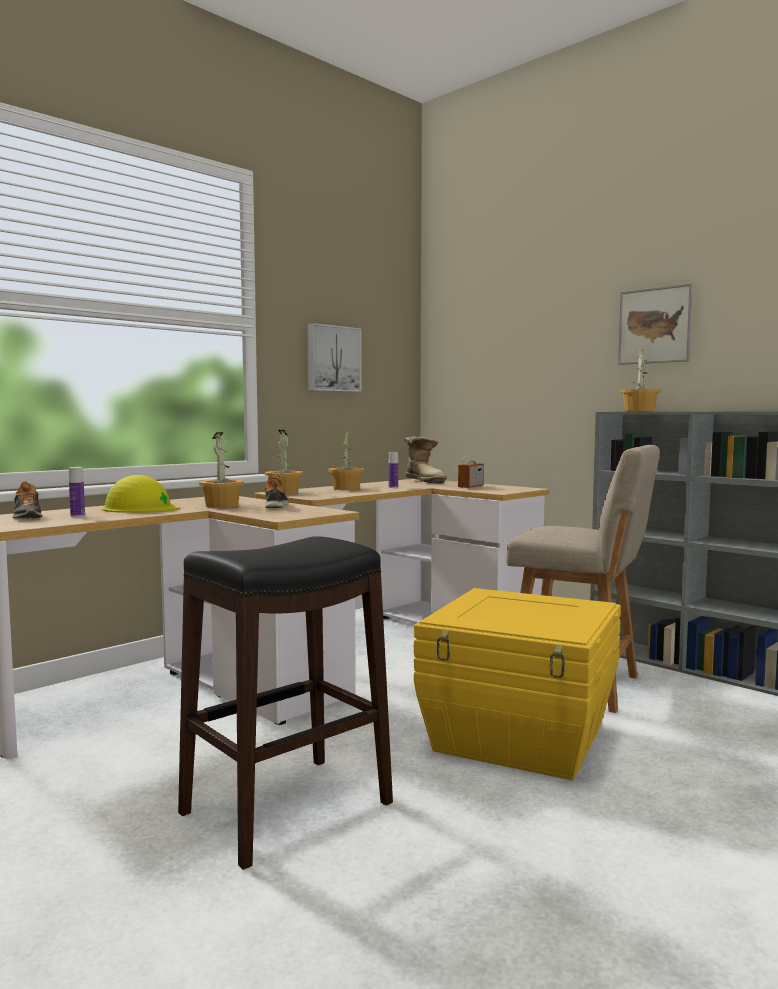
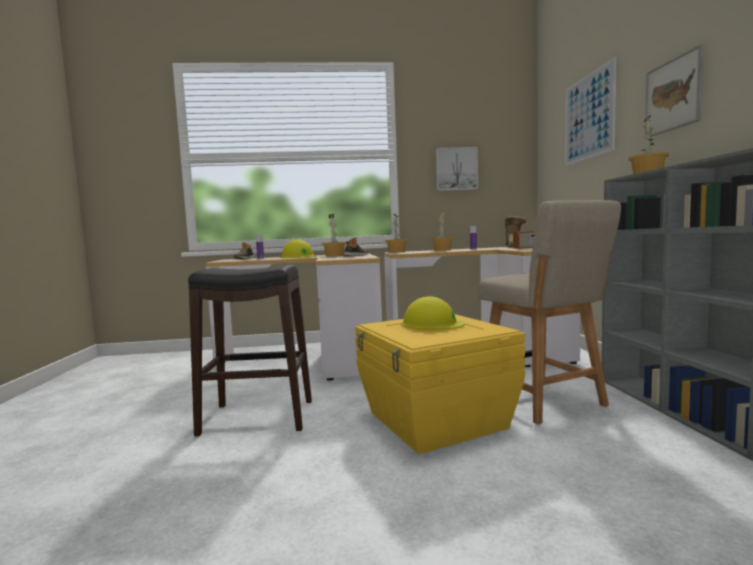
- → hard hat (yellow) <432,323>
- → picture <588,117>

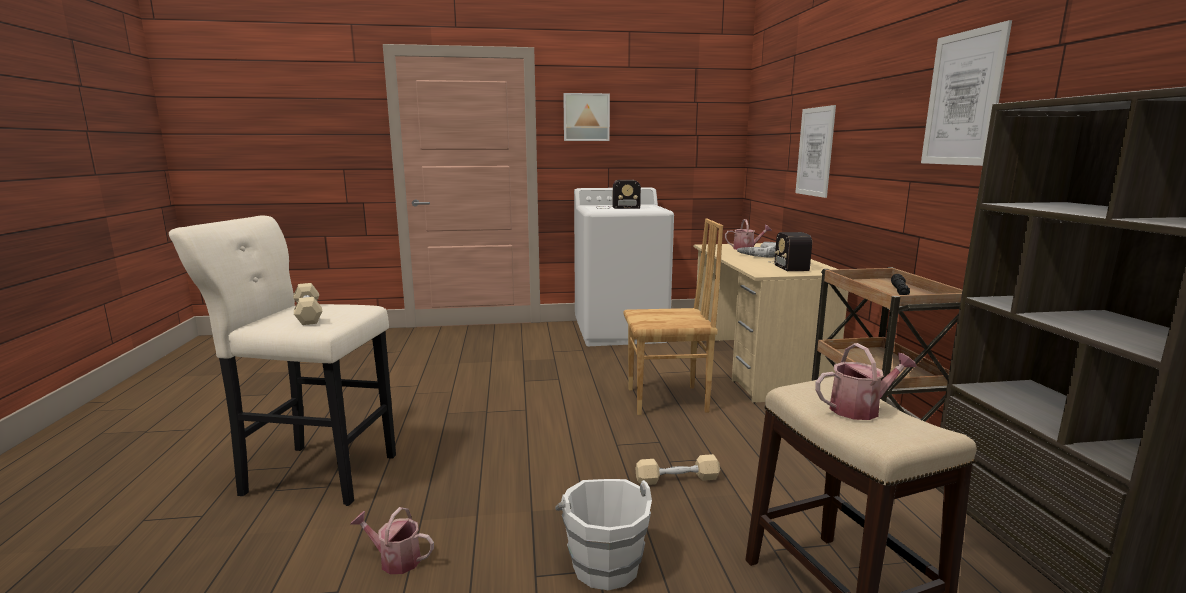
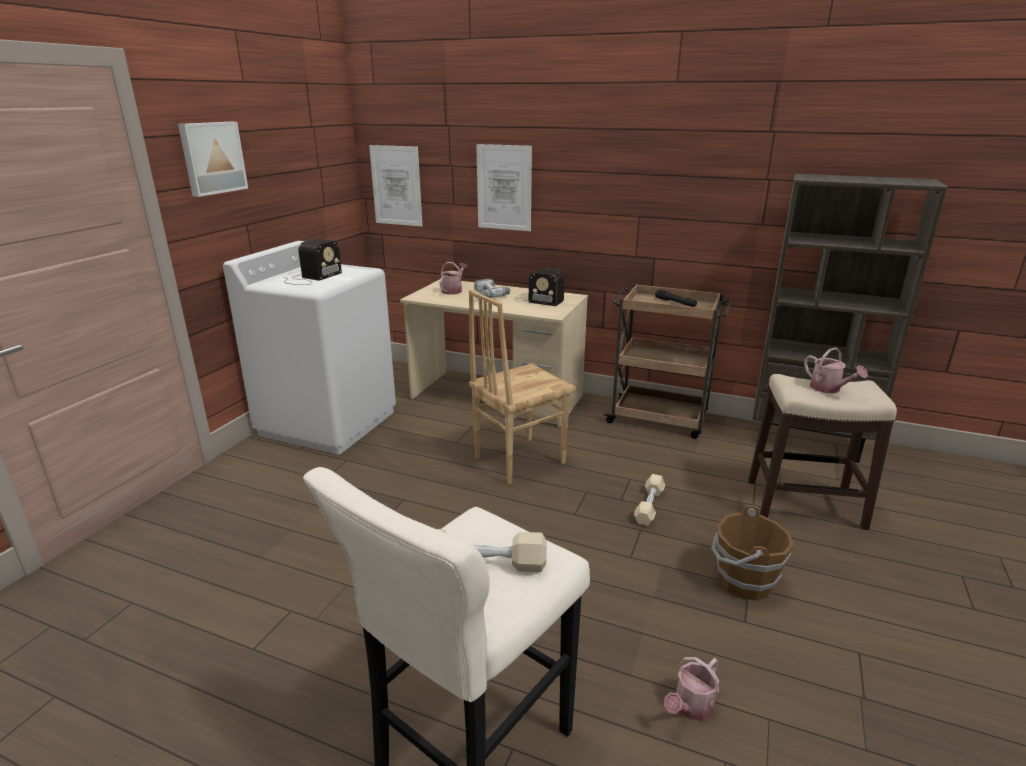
bucket (white) <604,564> → bucket (brown) <743,581>
chair (brown) <668,401> → chair (brown) <518,460>, 150 degrees counterclockwise
watering can <860,409> → watering can <828,389>, 135 degrees clockwise
picture <963,99> → picture <396,186>, shifted

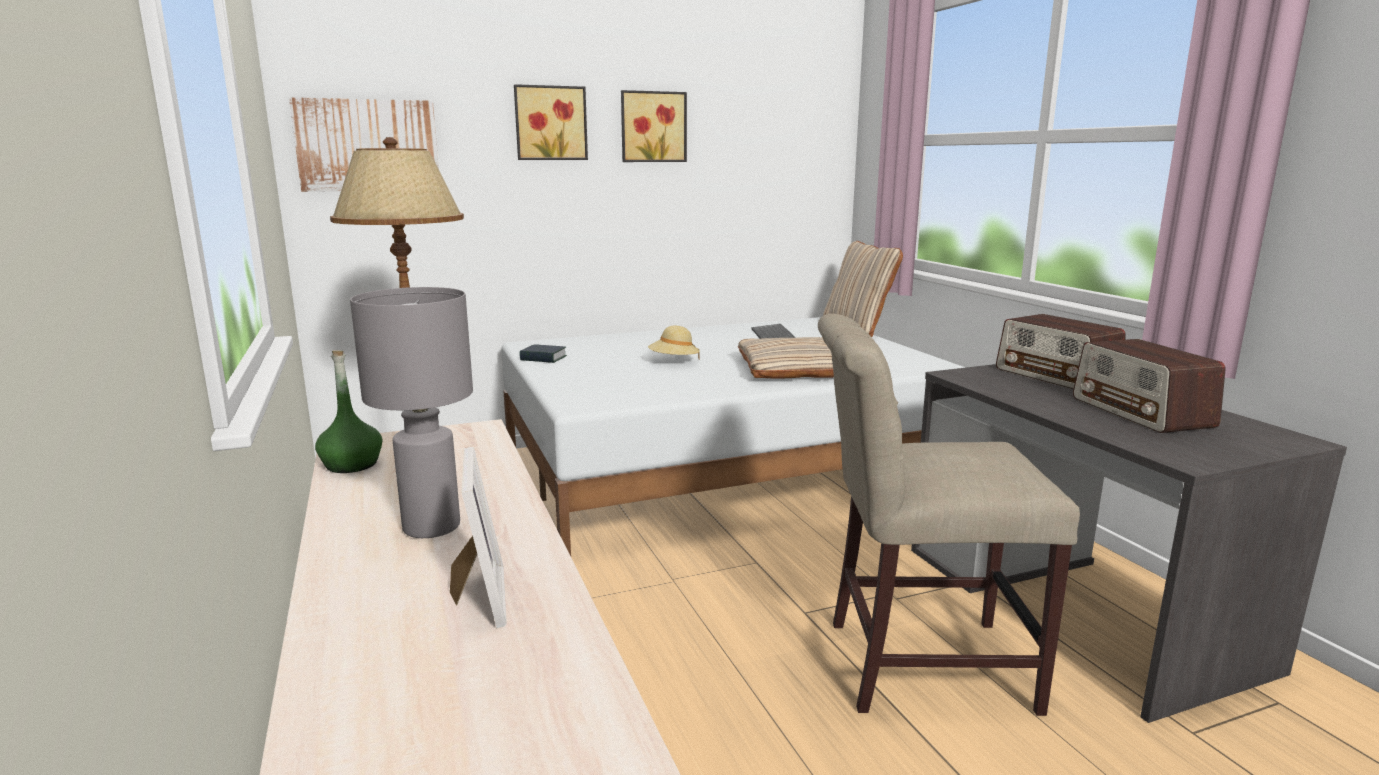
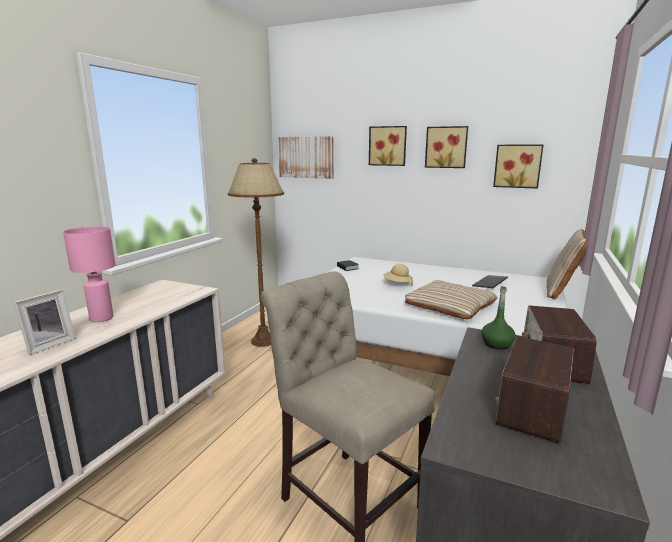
bottle (green) <352,465> → bottle (green) <497,344>, shifted
table lamp (grey) <430,526> → table lamp (pink) <102,318>
- → picture <517,166>

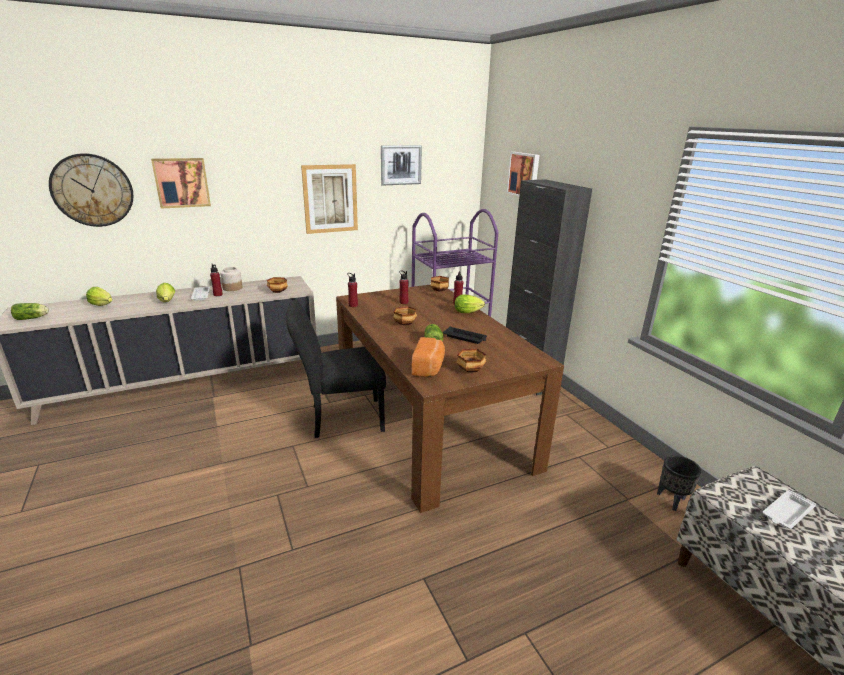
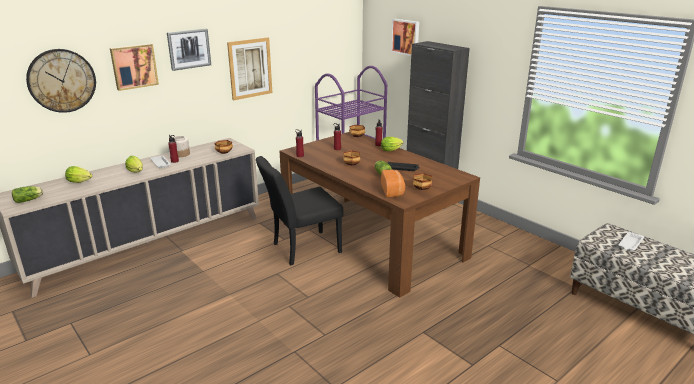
picture <400,165> → picture <189,49>, shifted
planter (black) <672,500> → -

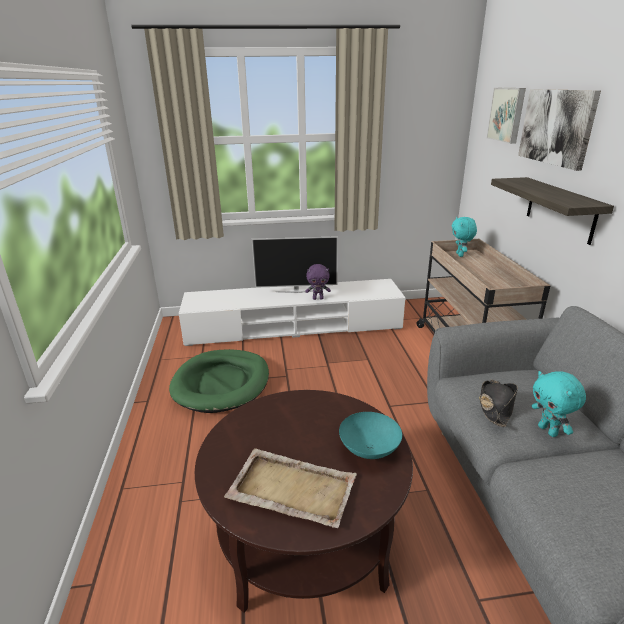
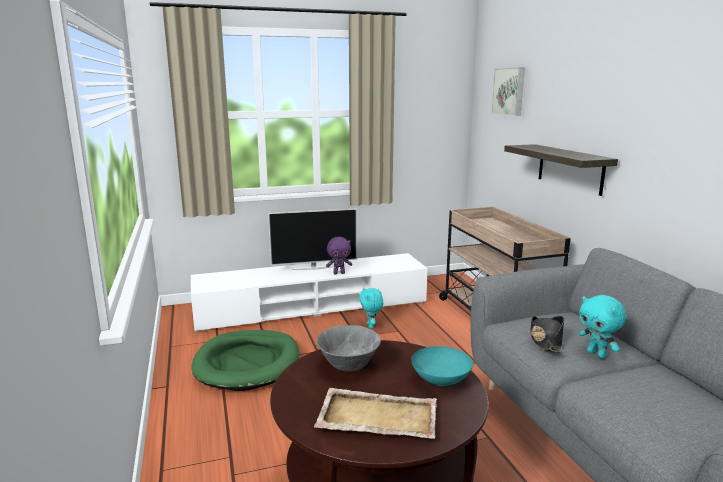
plush toy (turquoise) <460,255> → plush toy (turquoise) <371,326>, shifted
picture <556,127> → -
- → bowl (grey) <348,367>

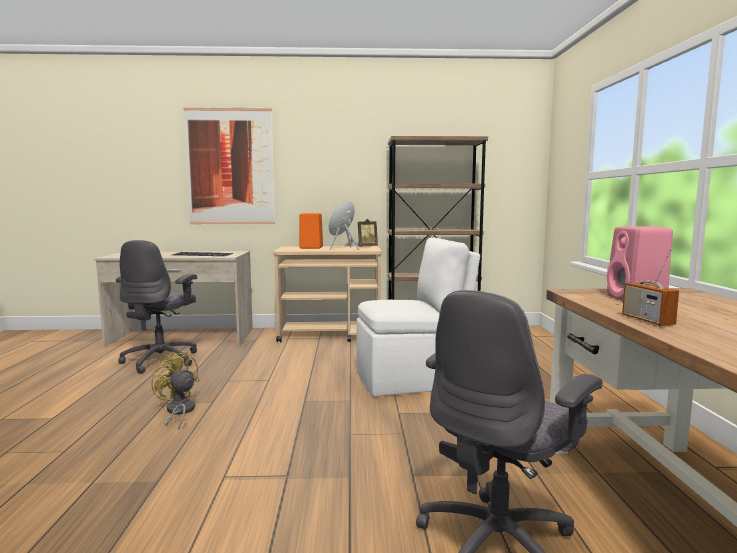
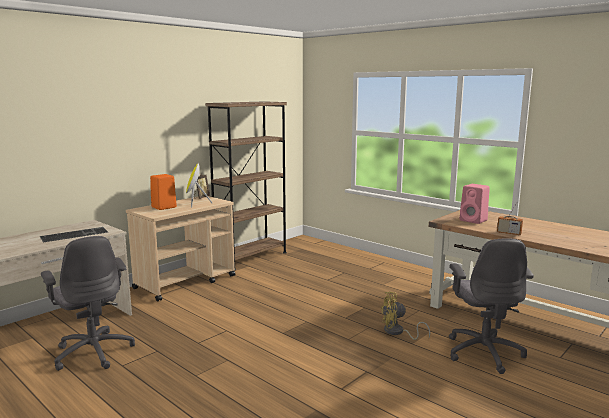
fan (yellow) <178,412> → fan (yellow) <397,332>, shifted
picture <230,166> → -
chair (white) <412,380> → -

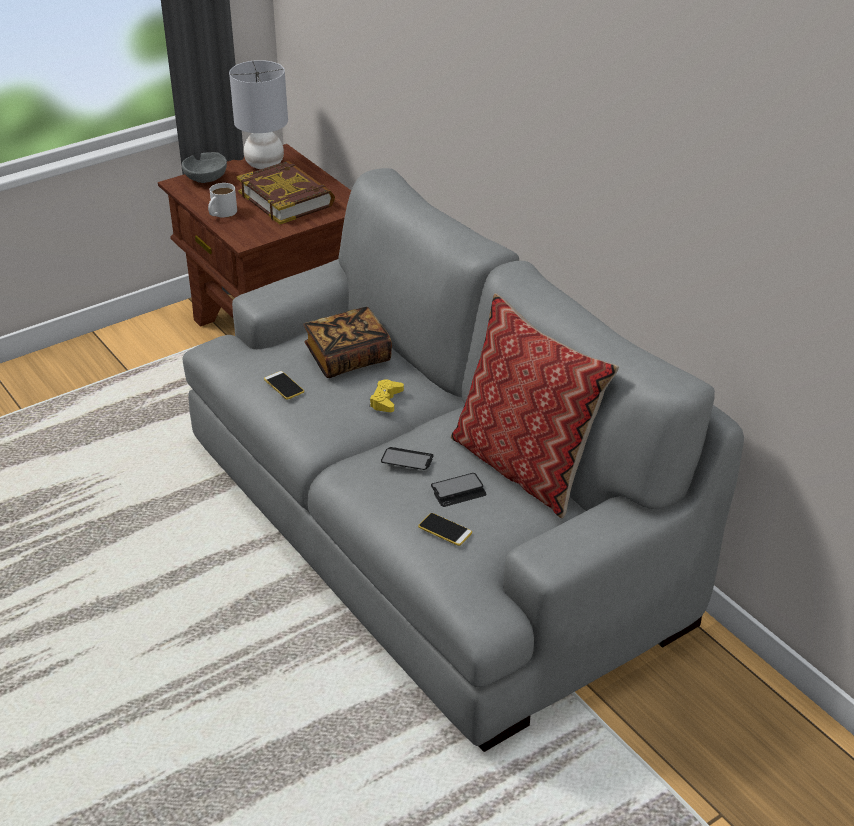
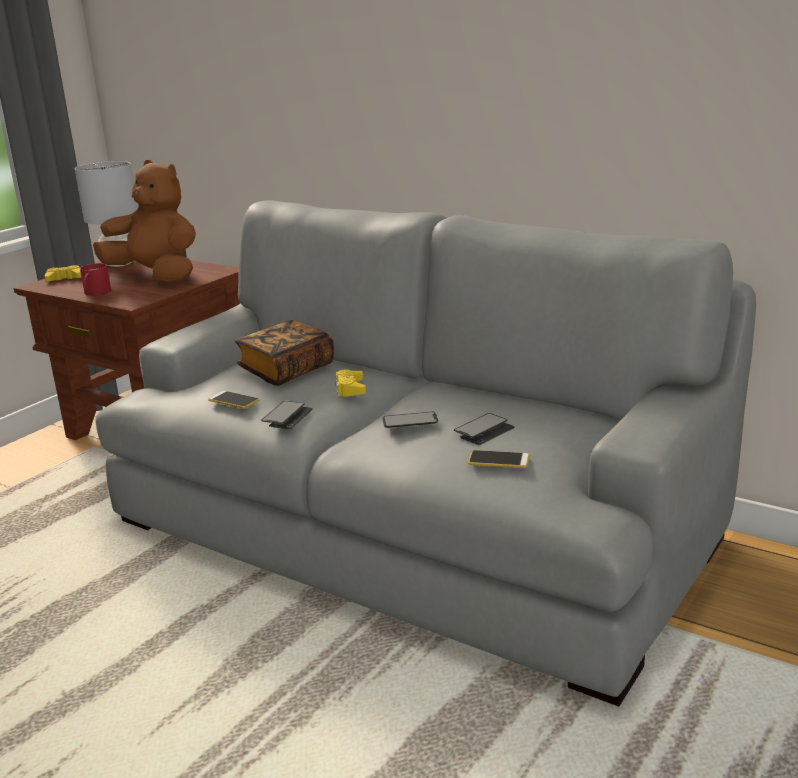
bowl (grey) <206,178> → game controller (yellow) <64,279>
mug (white) <221,213> → mug (red) <95,293>
book <286,198> → plush toy (brown) <156,276>
pillow <524,466> → -
- → phone <287,416>

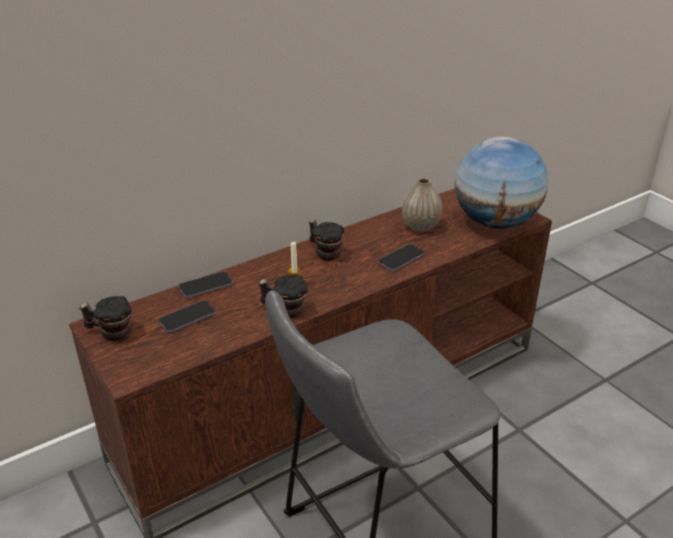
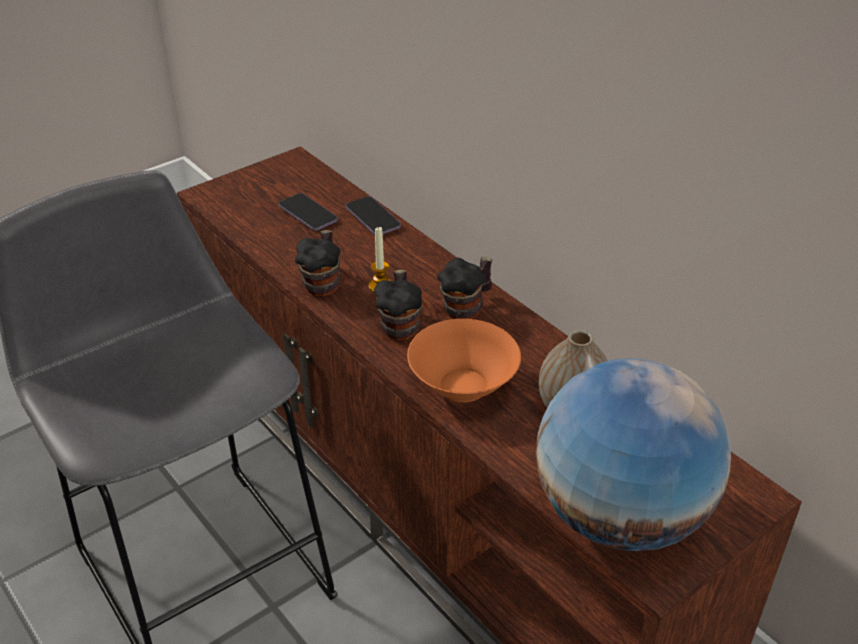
mug <111,333> → mug <400,325>, shifted
phone <401,259> → bowl (orange) <463,386>

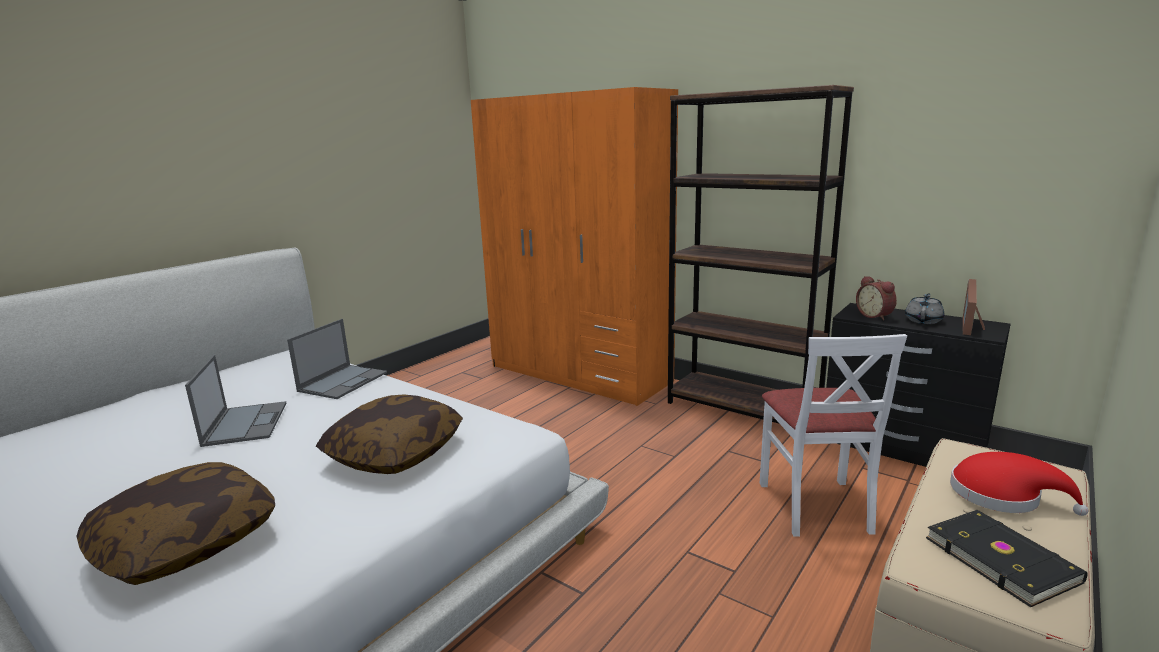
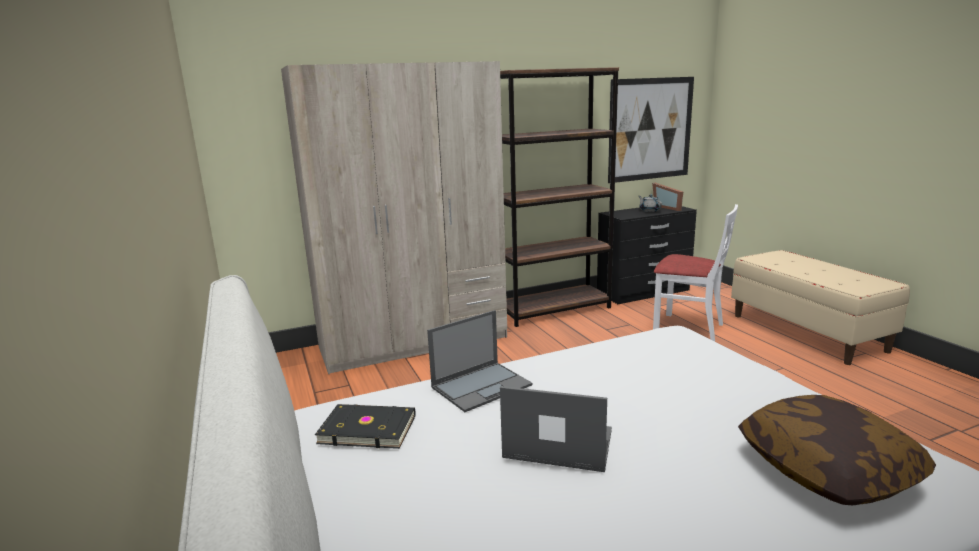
laptop <343,381> → laptop <482,386>, 90 degrees clockwise
pillow <395,453> → -
wardrobe (orange) <579,374> → wardrobe (beige) <414,342>
alarm clock <875,316> → -
book (black) <1001,558> → book (black) <367,428>, shifted
hat (red) <1002,496> → -
- → picture <650,129>

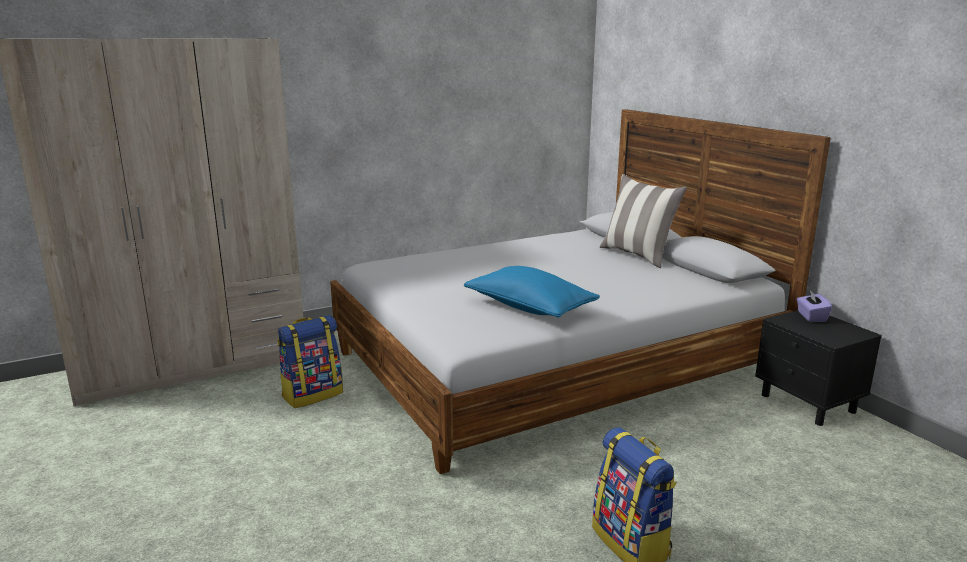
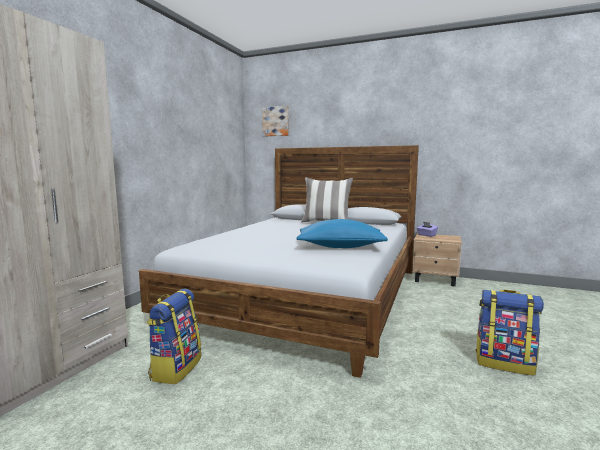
nightstand (black) <808,404> → nightstand (beige) <435,280>
- → picture <276,121>

